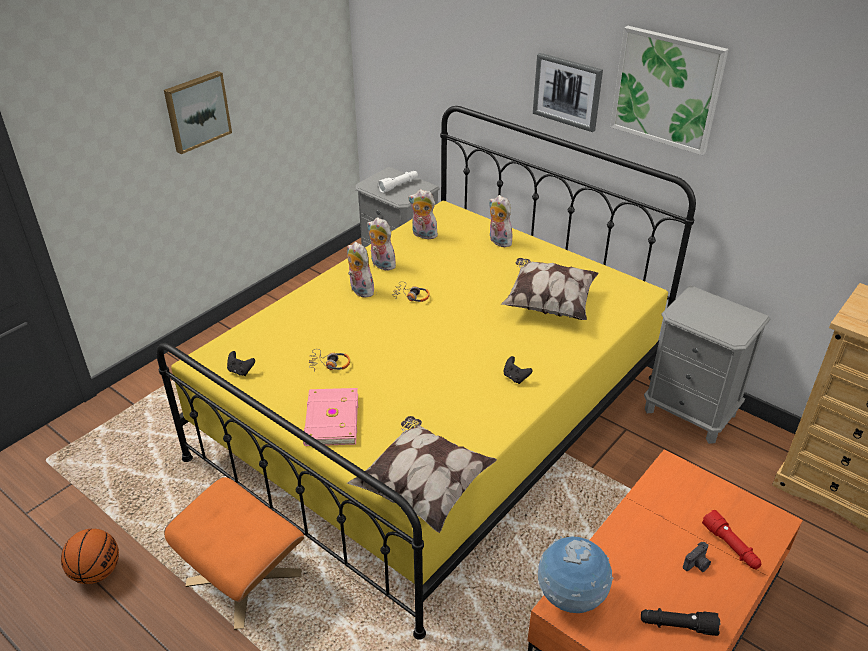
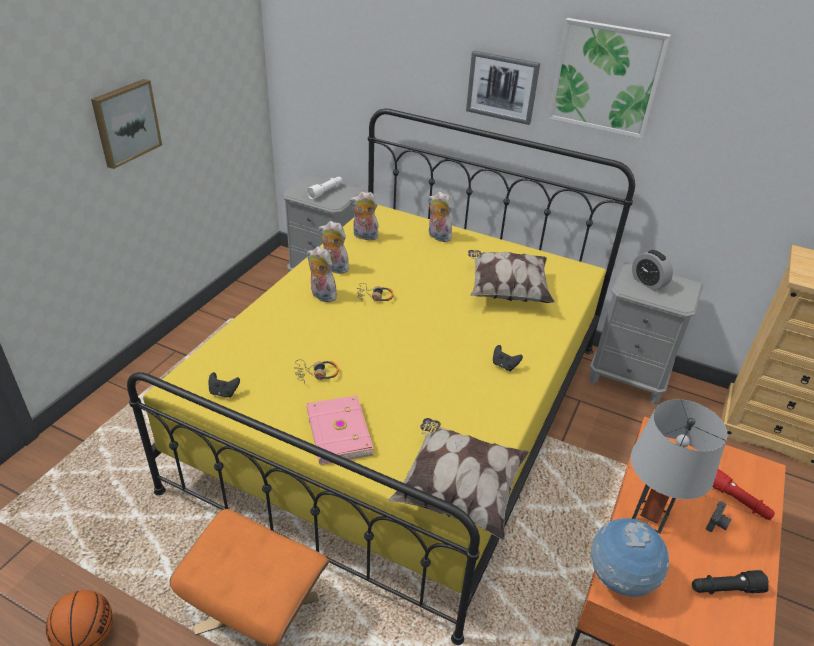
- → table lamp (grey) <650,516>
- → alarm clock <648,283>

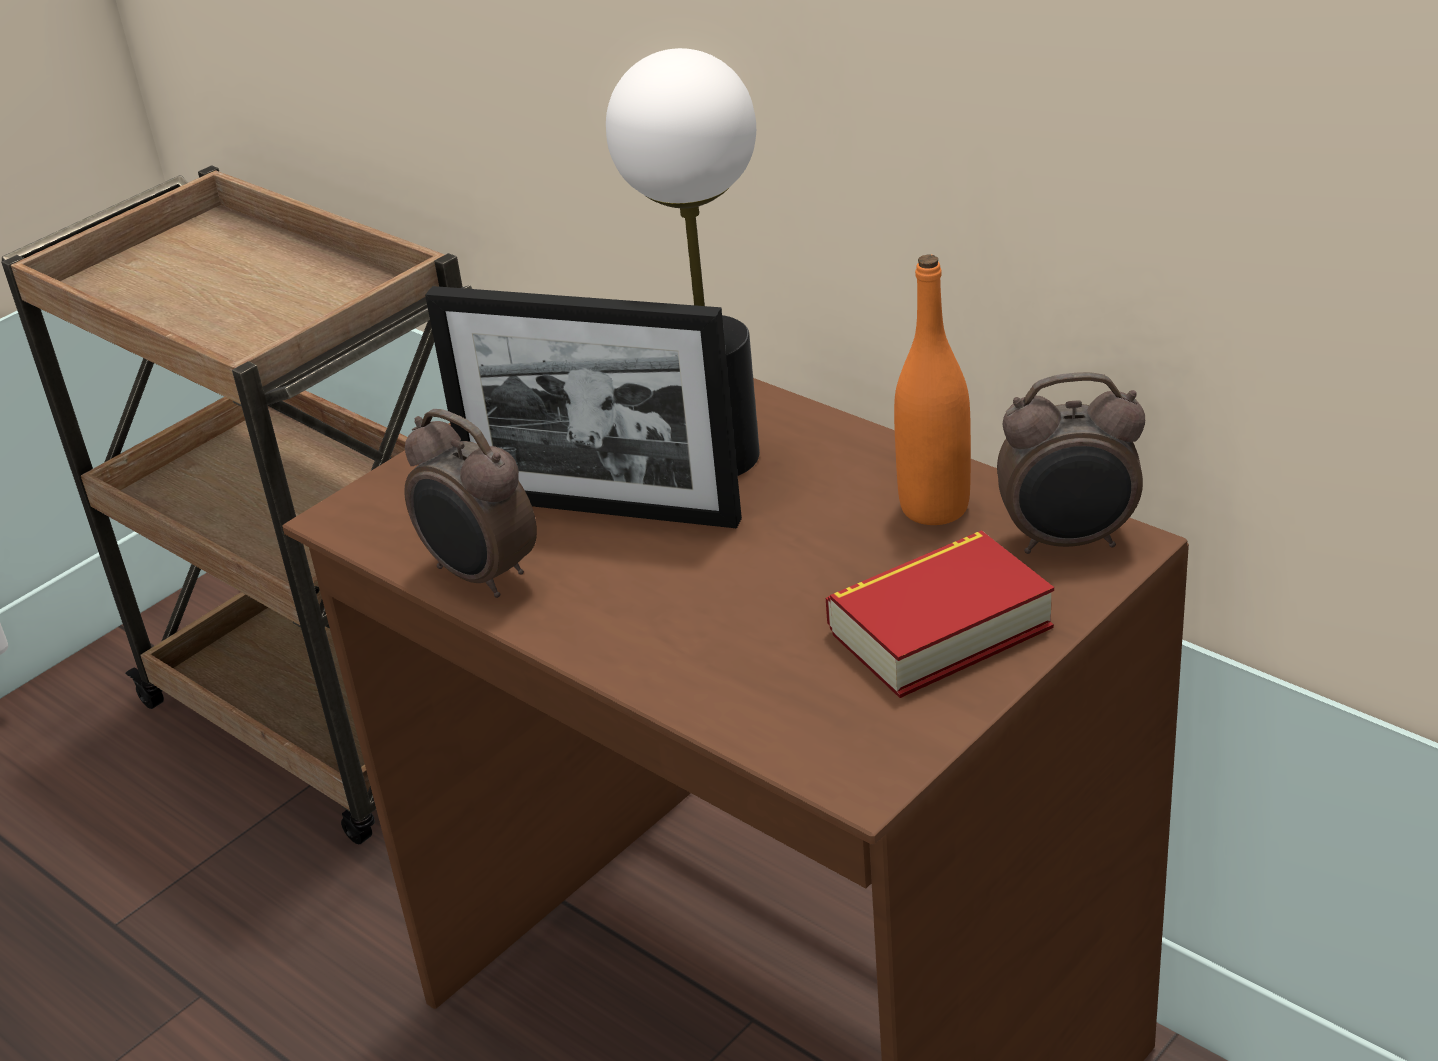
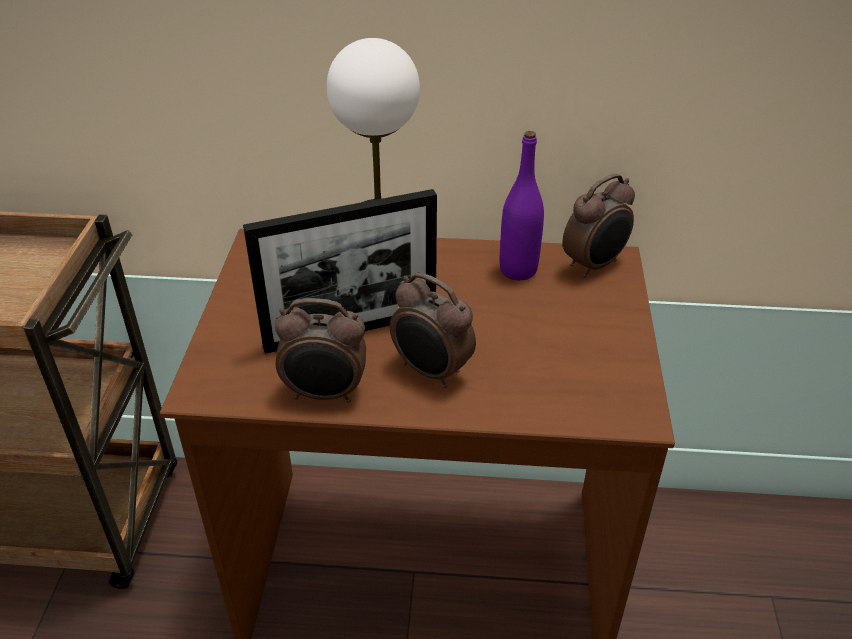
book <939,629> → -
bottle (orange) <934,507> → bottle (purple) <518,270>
- → alarm clock <431,372>

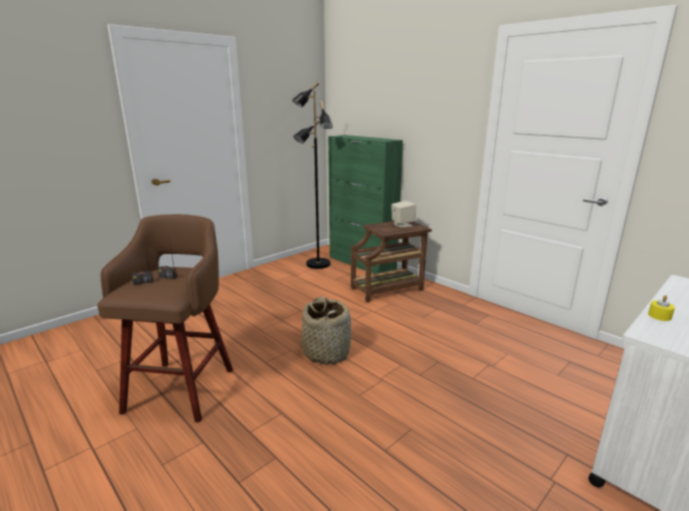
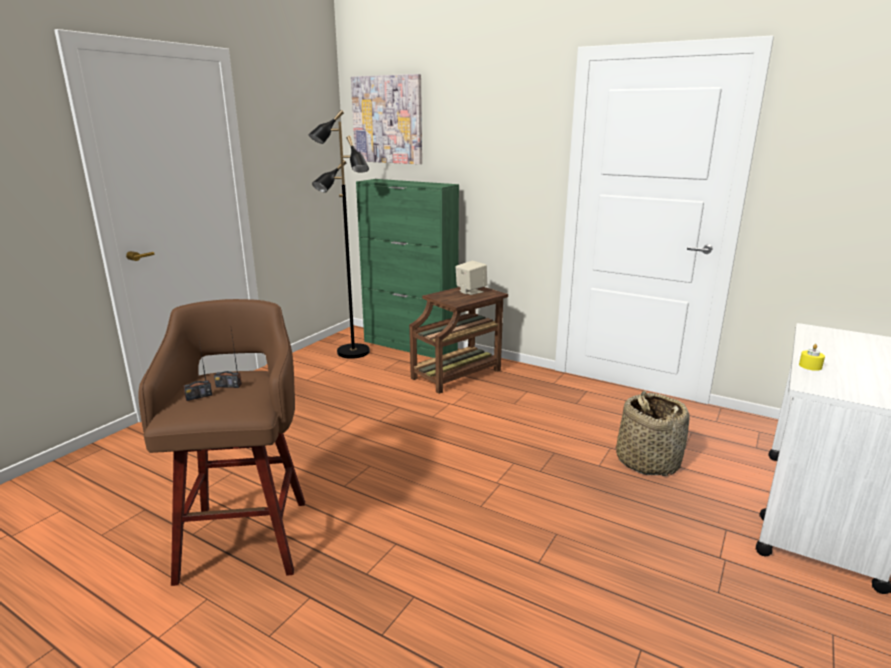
basket <326,352> → basket <647,461>, shifted
- → picture <387,120>

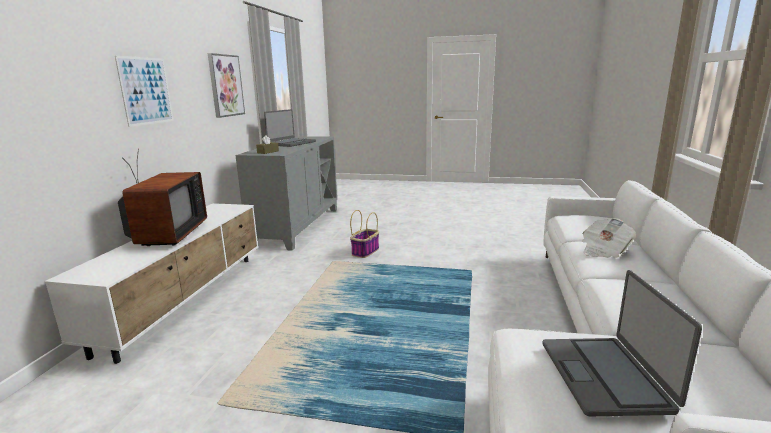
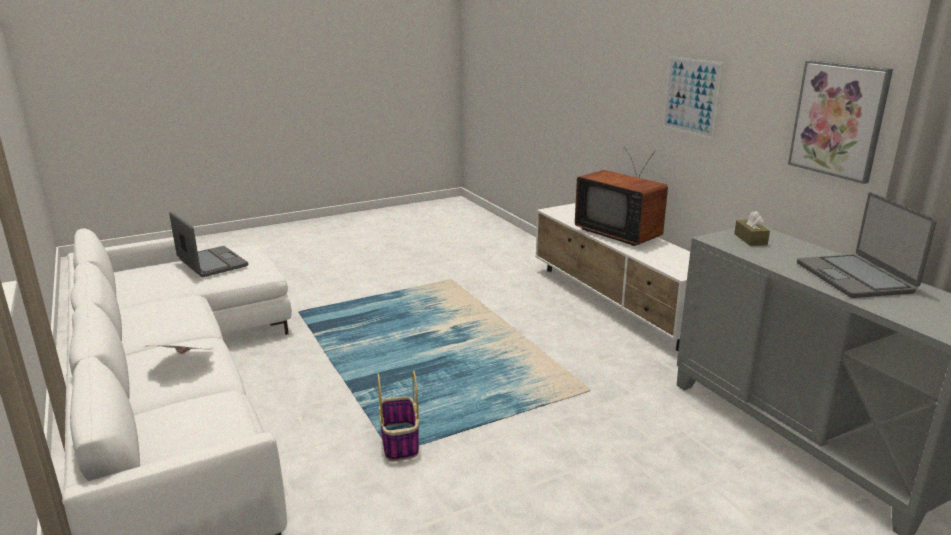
basket <365,251> → basket <400,443>, shifted

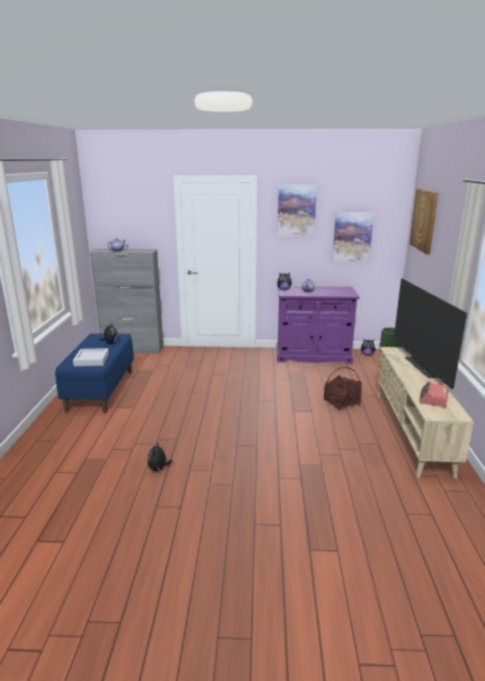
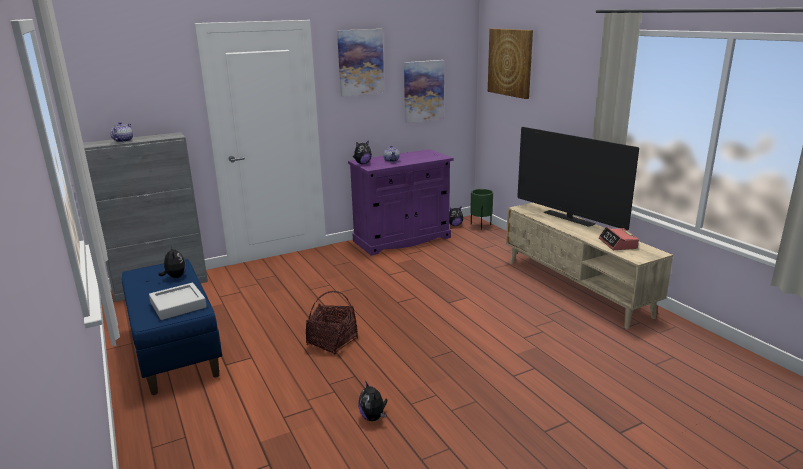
basket <341,403> → basket <332,342>, shifted

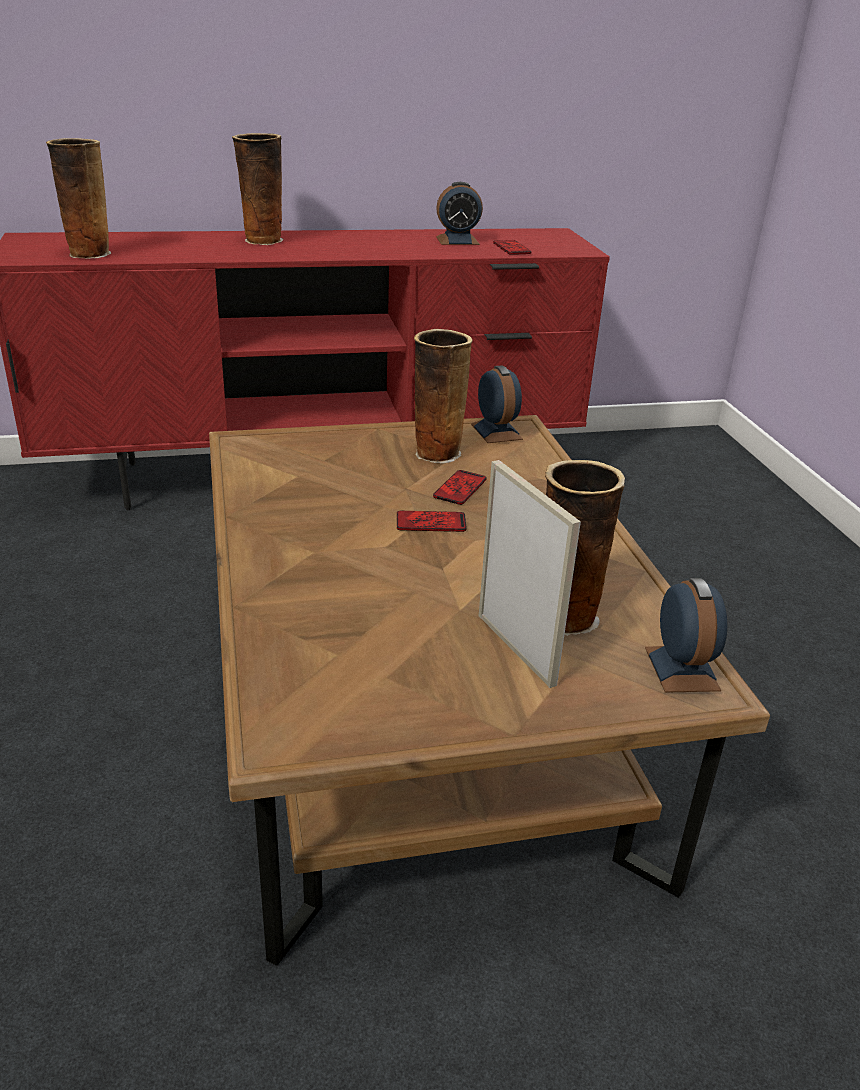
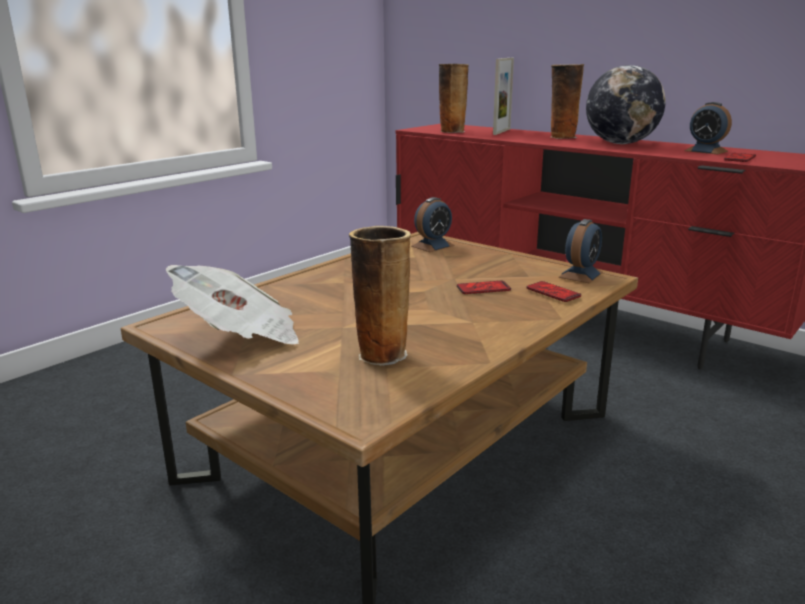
phone <431,523> → phone <553,292>, shifted
vase <436,452> → -
picture frame <515,649> → picture frame <501,131>, shifted
alarm clock <681,668> → alarm clock <432,246>, shifted
- → newspaper <241,335>
- → globe <620,143>

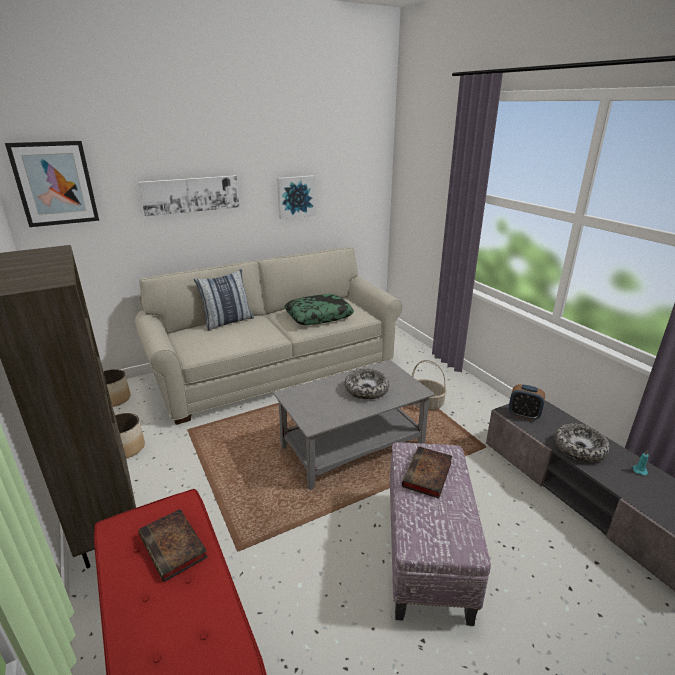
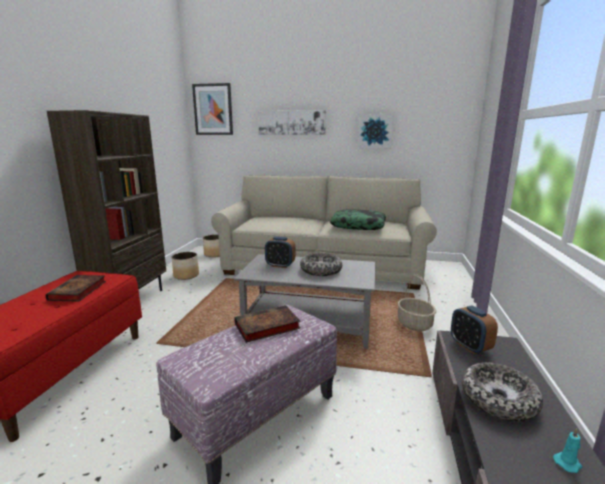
pillow <227,322> → -
- → alarm clock <280,265>

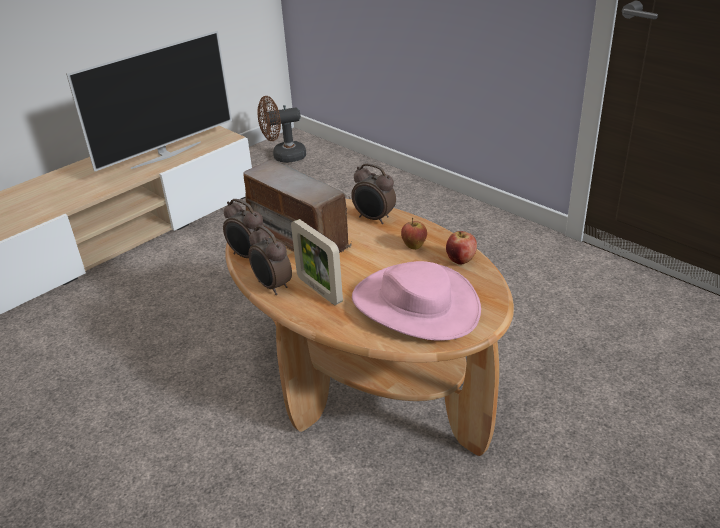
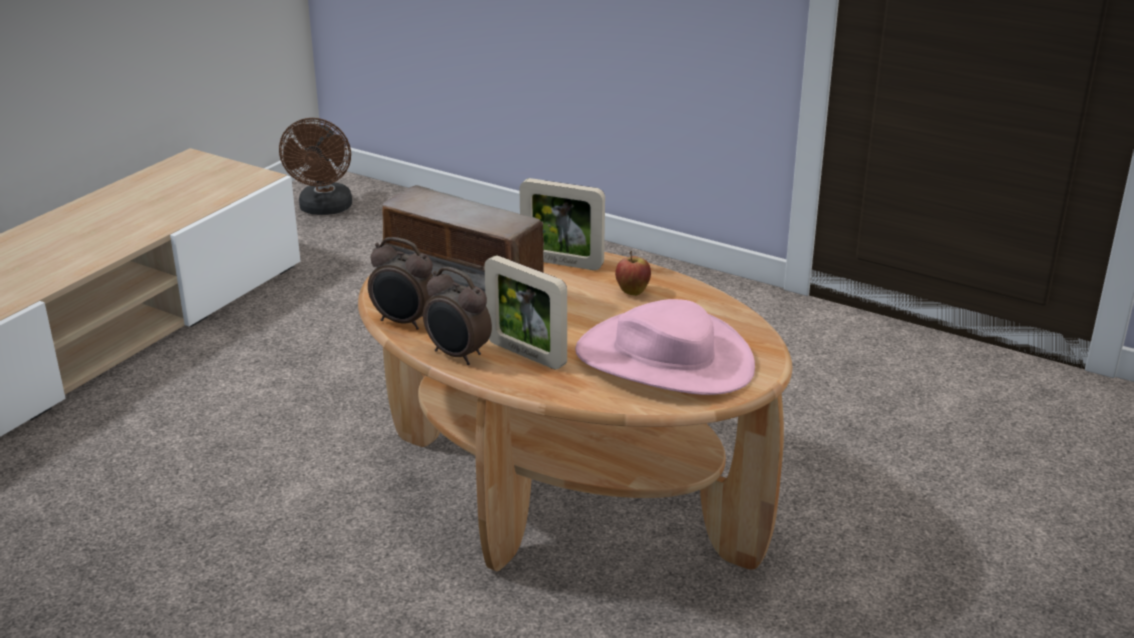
television <166,155> → -
fan (brown) <284,157> → fan (brown) <324,209>, 60 degrees counterclockwise
alarm clock <374,219> → picture frame <562,263>
apple <460,260> → -

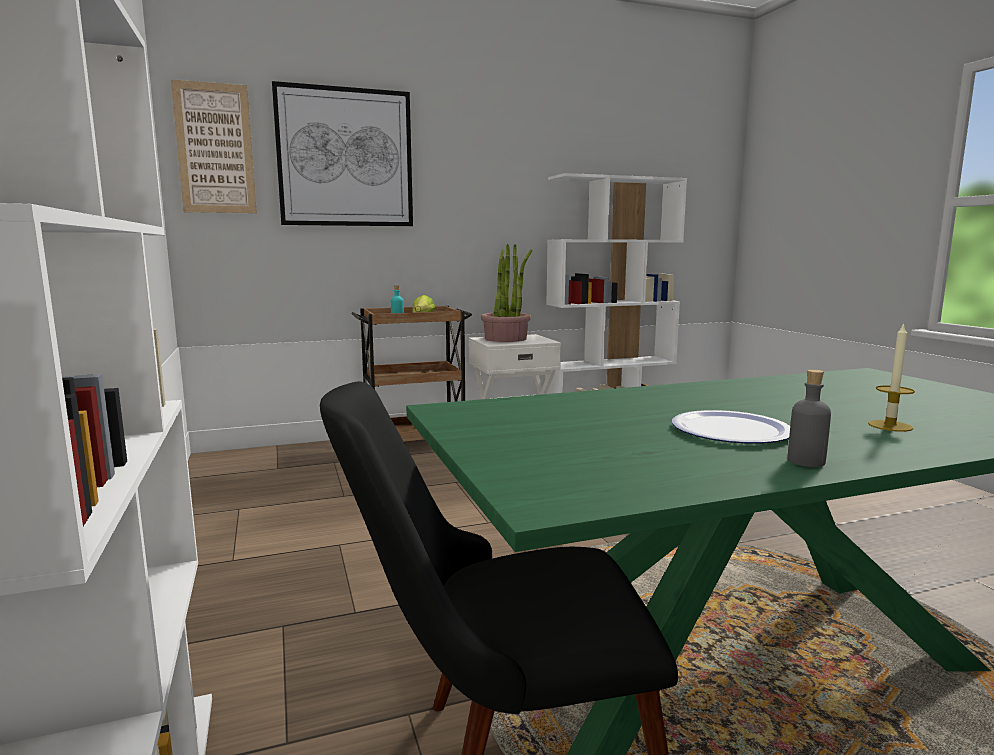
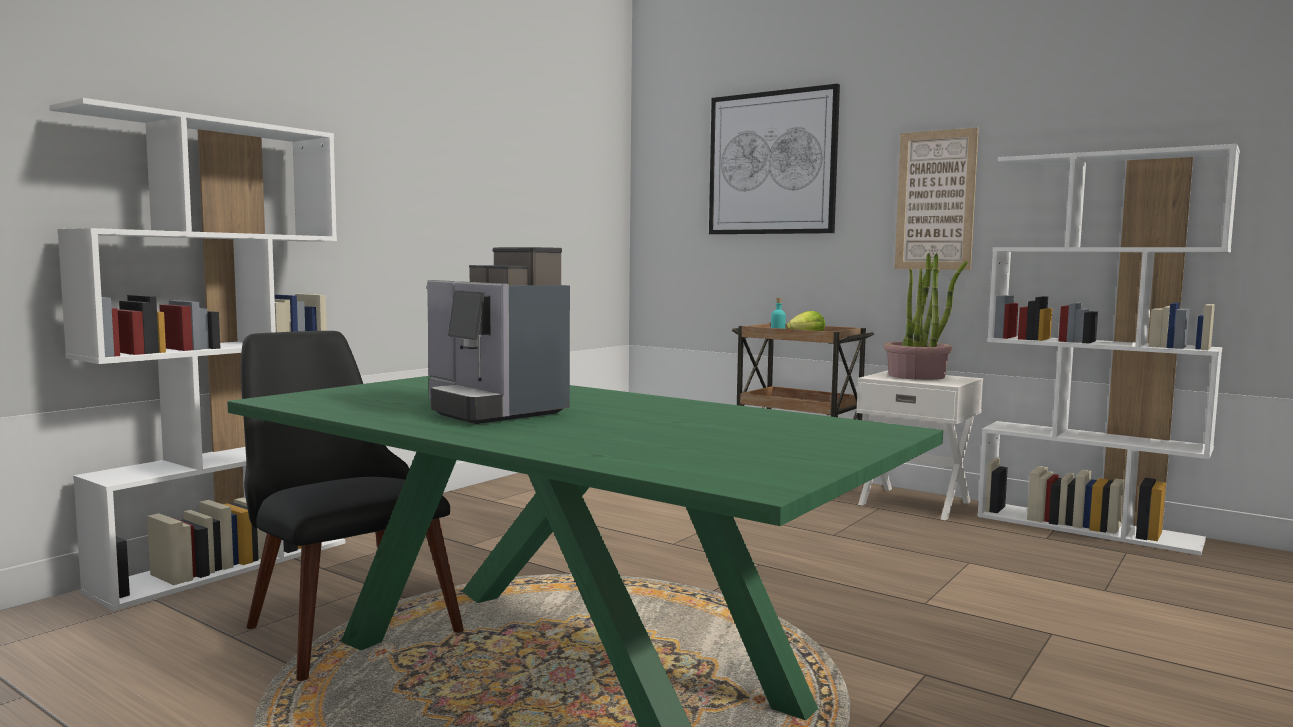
picture <215,149> → picture <935,200>, shifted
plate <731,430> → coffee machine <493,410>
bottle (grey) <806,461> → -
candle <890,426> → -

